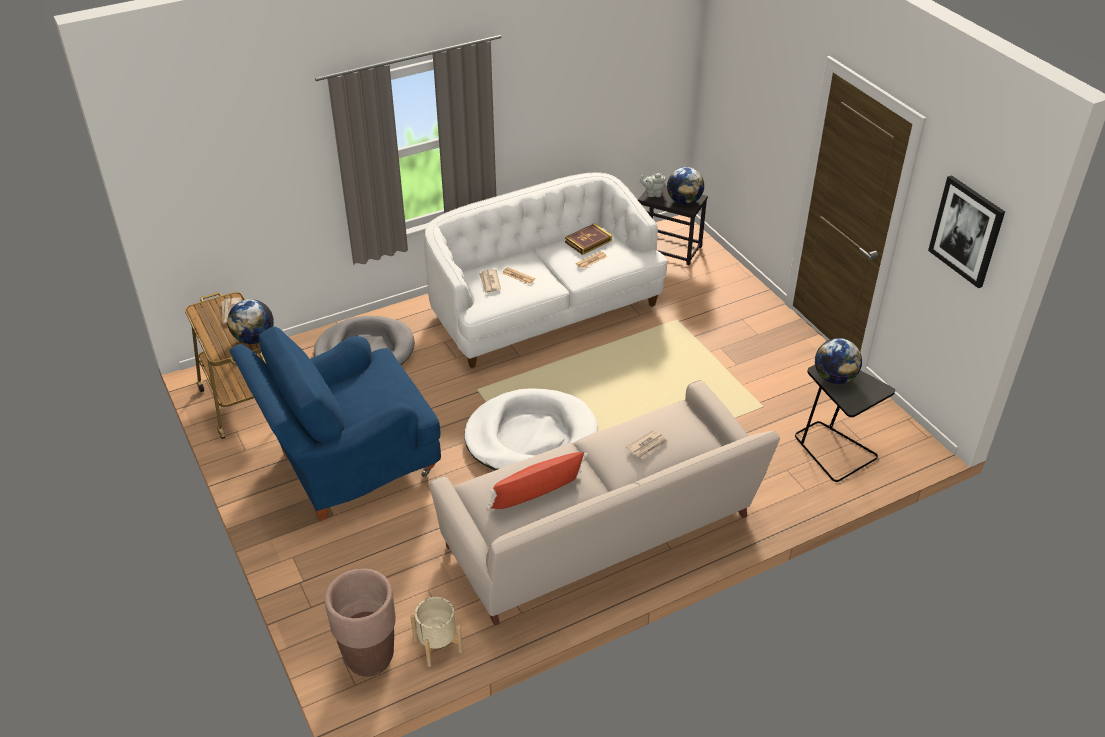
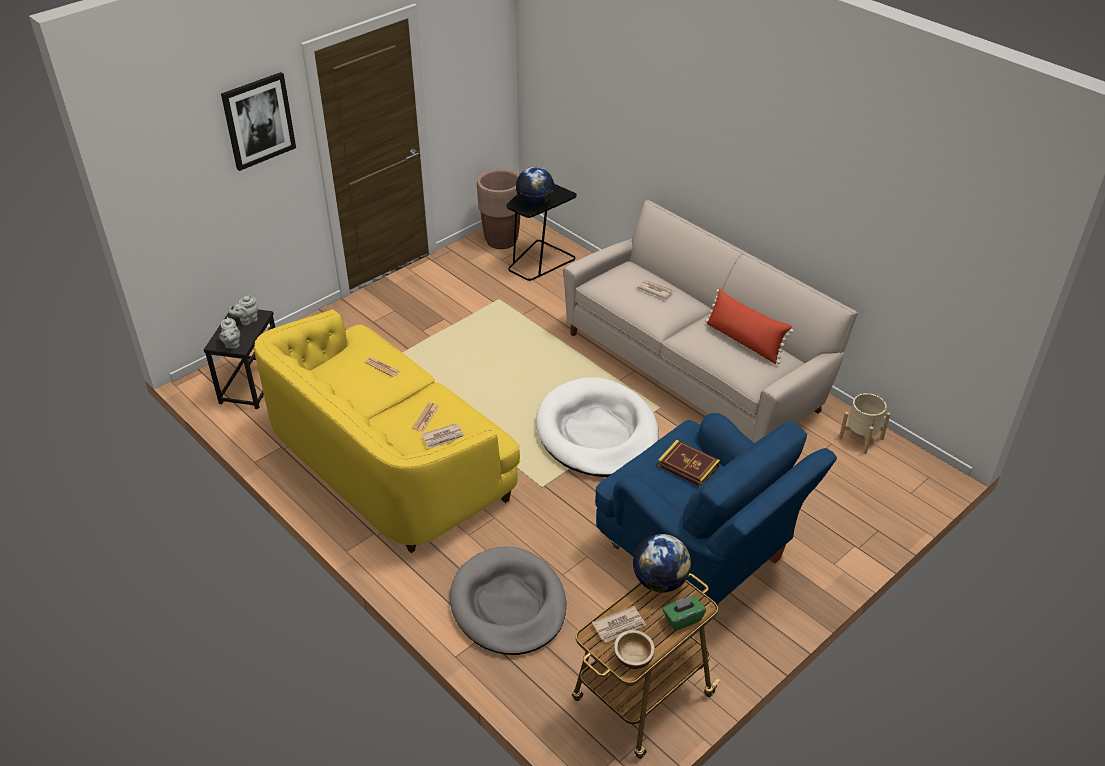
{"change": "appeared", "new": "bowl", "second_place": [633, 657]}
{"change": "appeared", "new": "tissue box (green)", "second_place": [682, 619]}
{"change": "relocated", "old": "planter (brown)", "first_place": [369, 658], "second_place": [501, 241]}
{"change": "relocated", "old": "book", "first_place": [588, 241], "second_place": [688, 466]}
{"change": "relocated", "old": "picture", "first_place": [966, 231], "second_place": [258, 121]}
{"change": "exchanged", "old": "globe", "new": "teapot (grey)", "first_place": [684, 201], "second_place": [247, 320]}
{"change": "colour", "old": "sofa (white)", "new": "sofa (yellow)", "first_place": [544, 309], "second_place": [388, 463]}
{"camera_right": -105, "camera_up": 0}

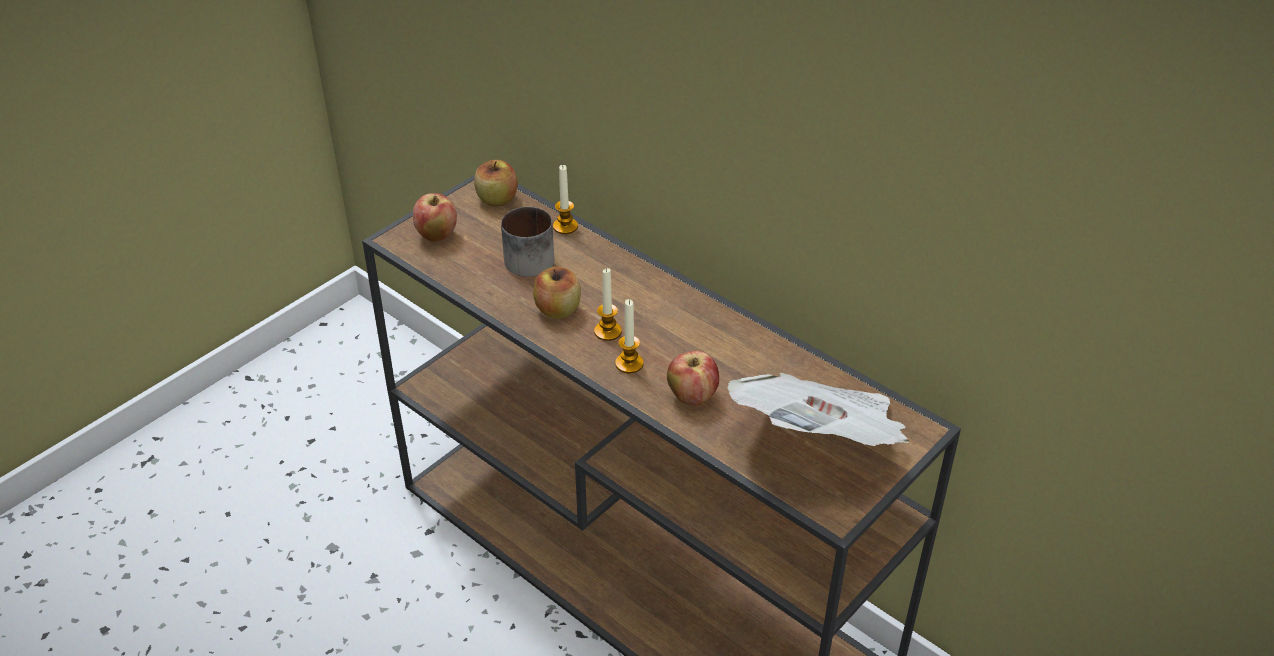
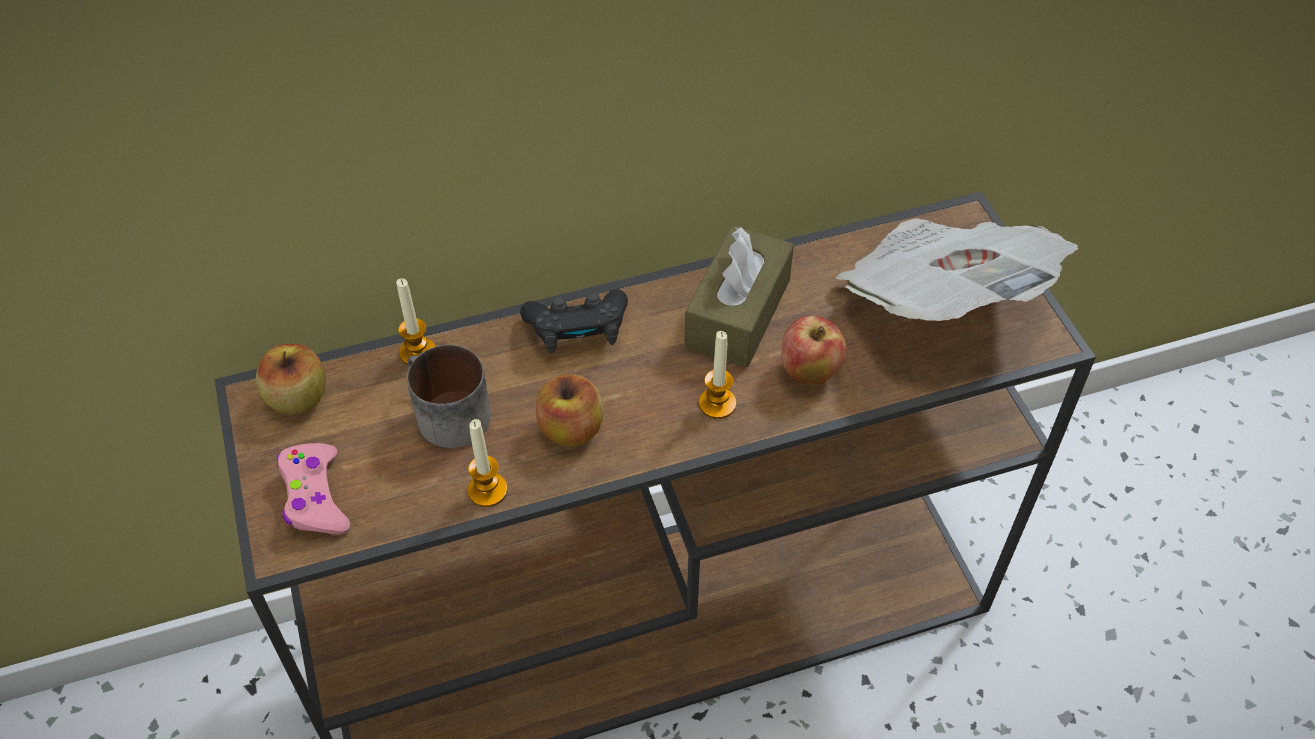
{"change": "appeared", "new": "game controller (black)", "second_place": [578, 331]}
{"change": "appeared", "new": "tissue box (brown)", "second_place": [738, 313]}
{"change": "relocated", "old": "candle", "first_place": [607, 331], "second_place": [487, 490]}
{"change": "exchanged", "old": "apple", "new": "game controller (pink)", "first_place": [436, 235], "second_place": [315, 497]}
{"camera_right": -60, "camera_up": 10}

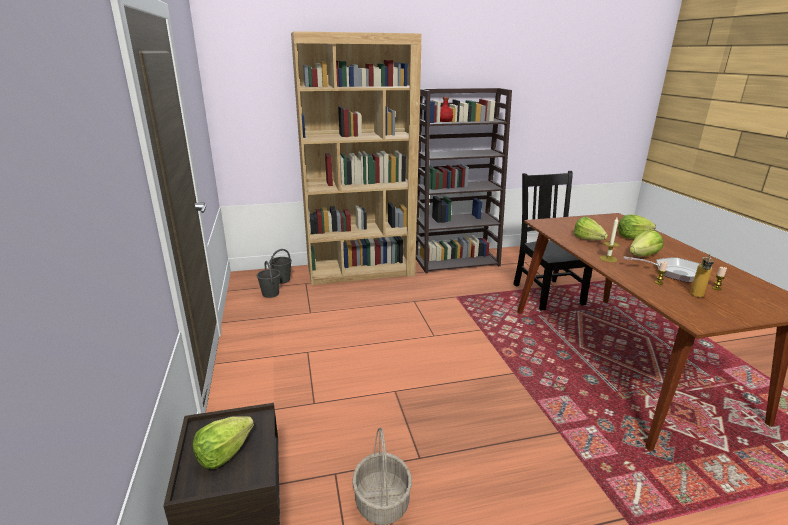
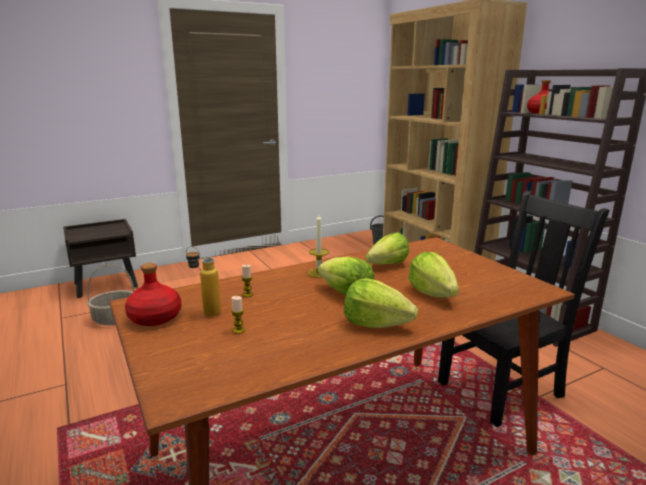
{"change": "missing", "old": "bucket (grey)", "first_place": [270, 293]}
{"change": "missing", "old": "frying pan", "first_place": [675, 273]}
{"change": "appeared", "new": "bottle (red)", "second_place": [155, 317]}
{"change": "relocated", "old": "lettuce", "first_place": [224, 453], "second_place": [375, 324]}
{"camera_right": 75, "camera_up": -5}

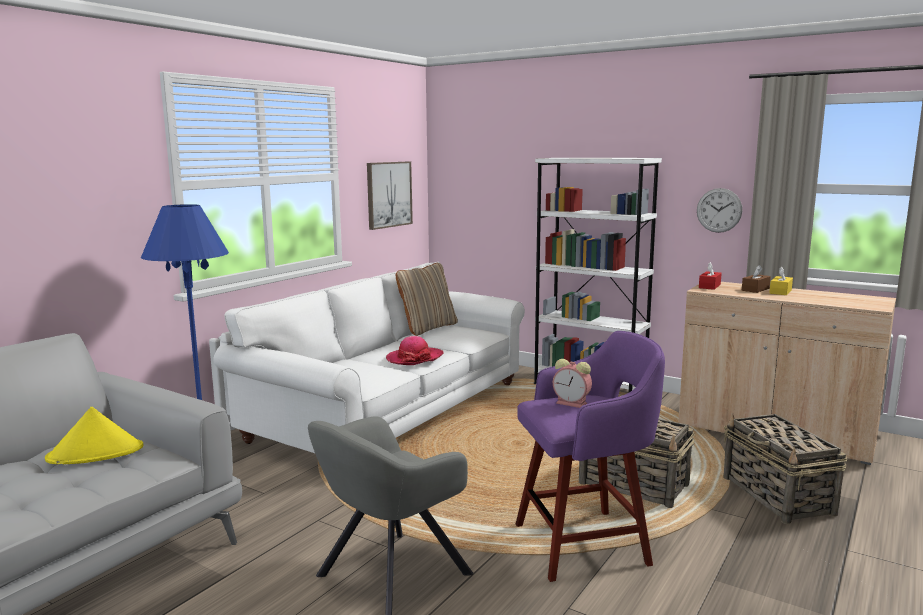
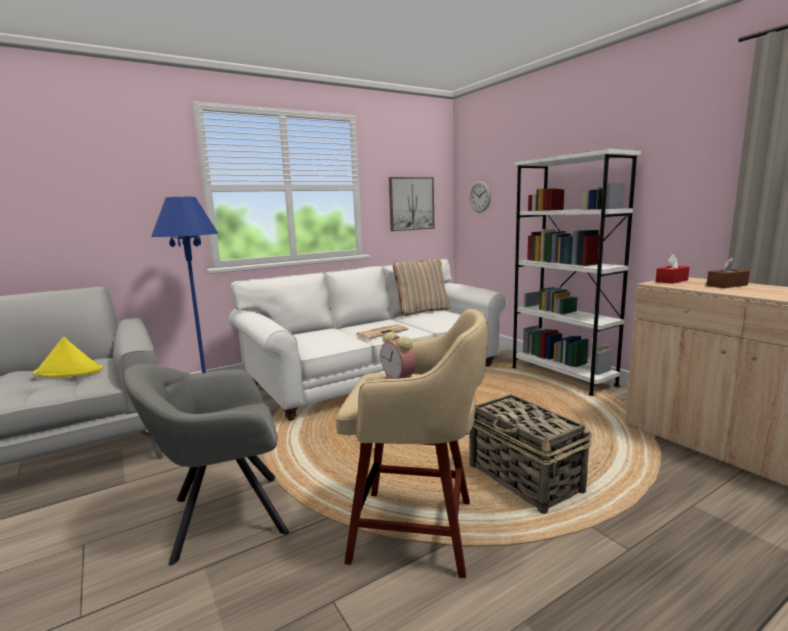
{"change": "missing", "old": "basket", "first_place": [778, 496]}
{"change": "missing", "old": "tissue box (yellow)", "first_place": [780, 292]}
{"change": "relocated", "old": "wall clock", "first_place": [719, 210], "second_place": [480, 196]}
{"change": "exchanged", "old": "hat", "new": "newspaper", "first_place": [414, 358], "second_place": [382, 332]}
{"change": "colour", "old": "stool (purple)", "new": "stool (beige)", "first_place": [585, 544], "second_place": [418, 531]}
{"camera_right": 25, "camera_up": 0}

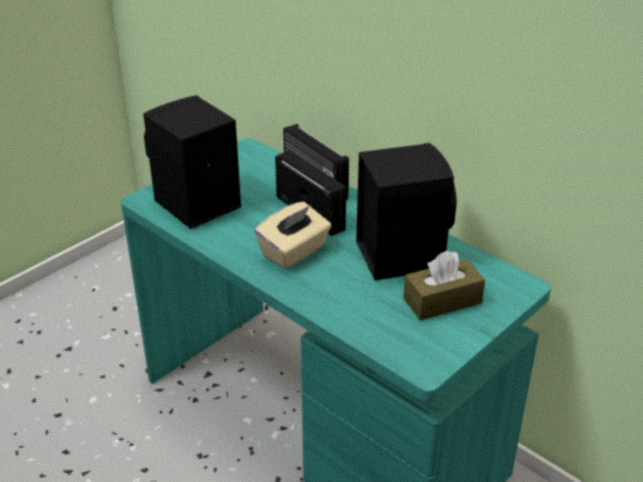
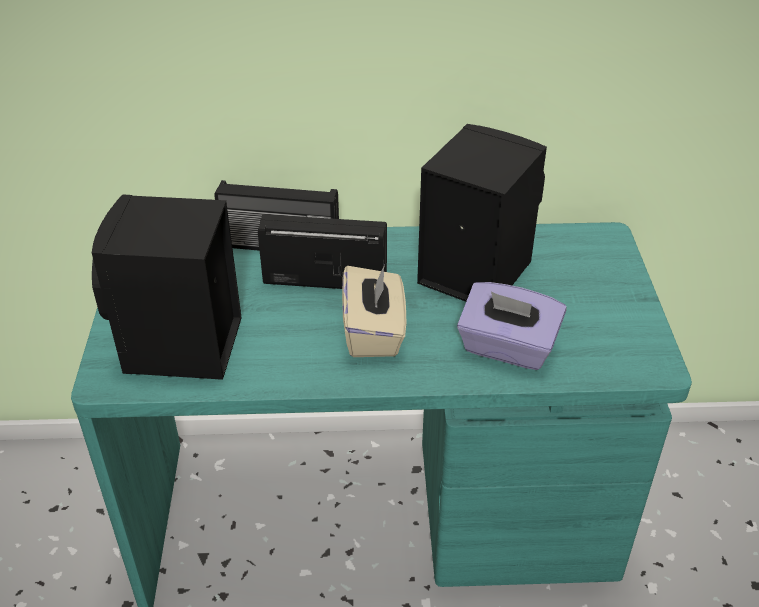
{"change": "missing", "old": "tissue box (brown)", "first_place": [442, 301]}
{"change": "appeared", "new": "tissue box (purple)", "second_place": [507, 348]}
{"camera_right": -45, "camera_up": 5}

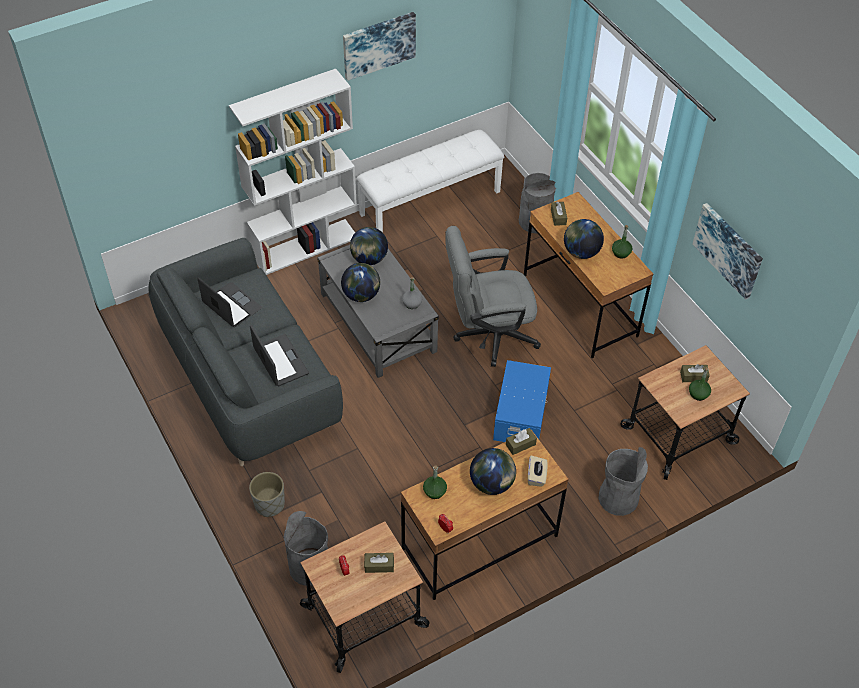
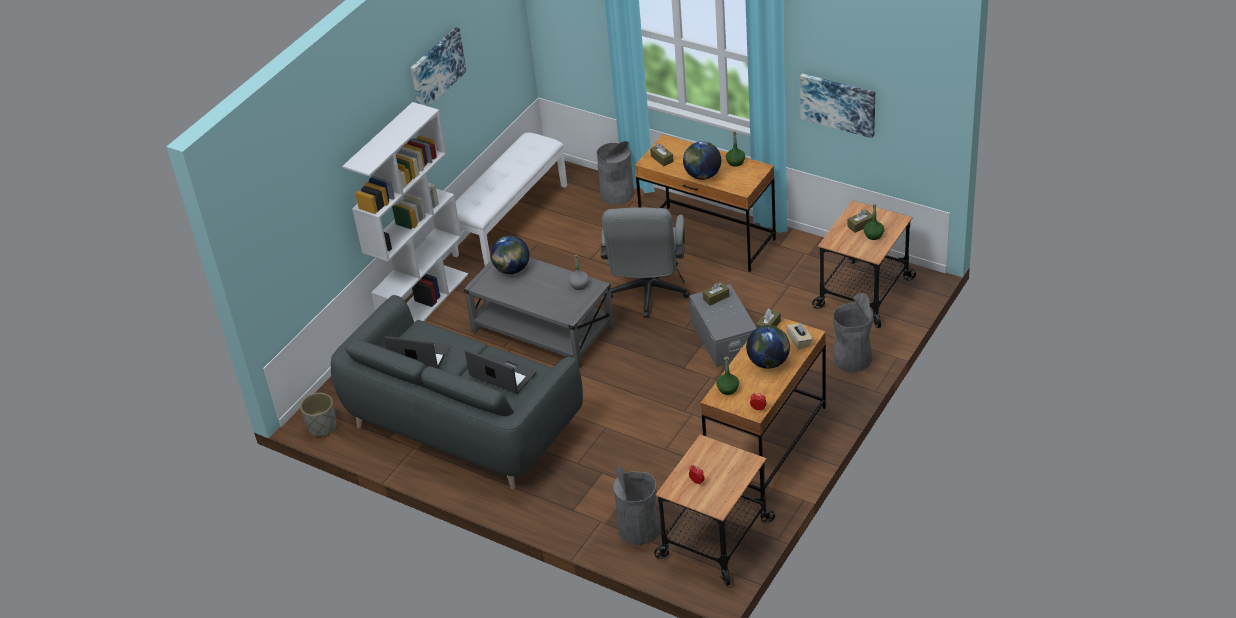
{"change": "missing", "old": "globe", "first_place": [361, 295]}
{"change": "relocated", "old": "planter (grey)", "first_place": [269, 504], "second_place": [322, 427]}
{"change": "relocated", "old": "tissue box (brown)", "first_place": [379, 565], "second_place": [716, 297]}
{"change": "colour", "old": "storage box (blue)", "new": "storage box (grey)", "first_place": [522, 413], "second_place": [725, 337]}
{"change": "spun", "old": "office chair (grey)", "first_place": [488, 335], "second_place": [648, 295], "degrees": -45}
{"camera_right": -25, "camera_up": -10}

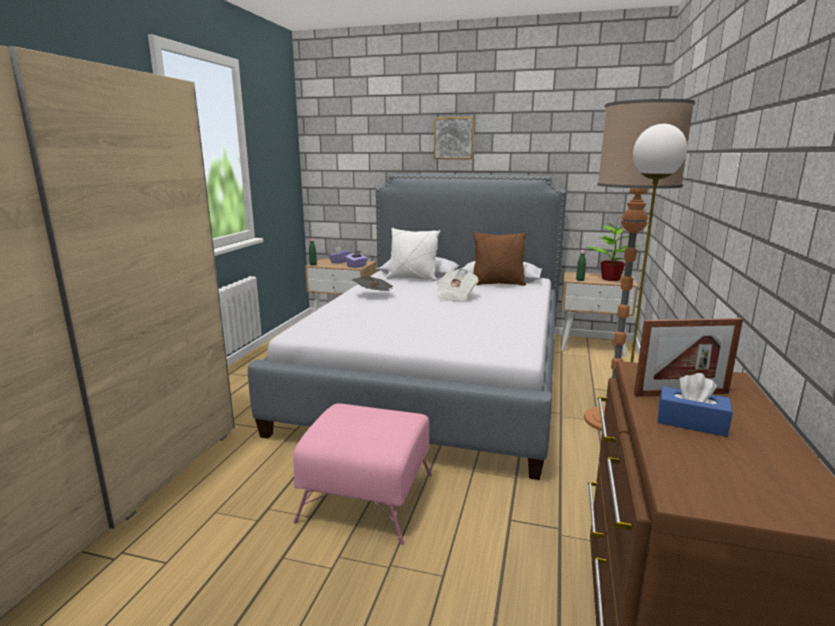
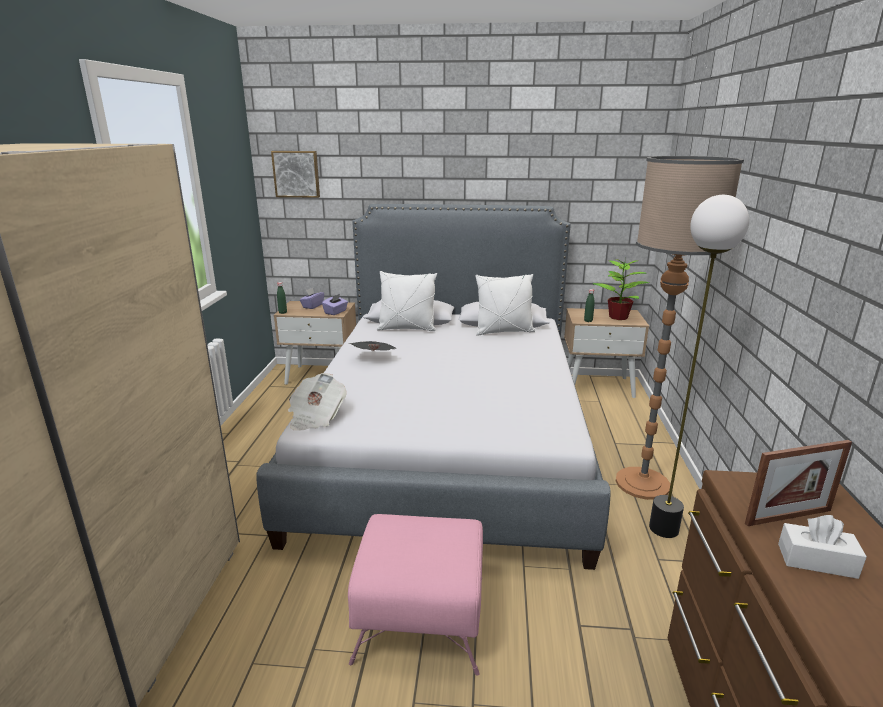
{"change": "relocated", "old": "picture", "first_place": [454, 138], "second_place": [296, 174]}
{"change": "relocated", "old": "newspaper", "first_place": [455, 296], "second_place": [316, 417]}
{"change": "colour", "old": "pillow (brown)", "new": "pillow (white)", "first_place": [497, 284], "second_place": [504, 332]}
{"change": "colour", "old": "tissue box (blue)", "new": "tissue box (white)", "first_place": [691, 422], "second_place": [816, 561]}
{"camera_right": -10, "camera_up": 5}

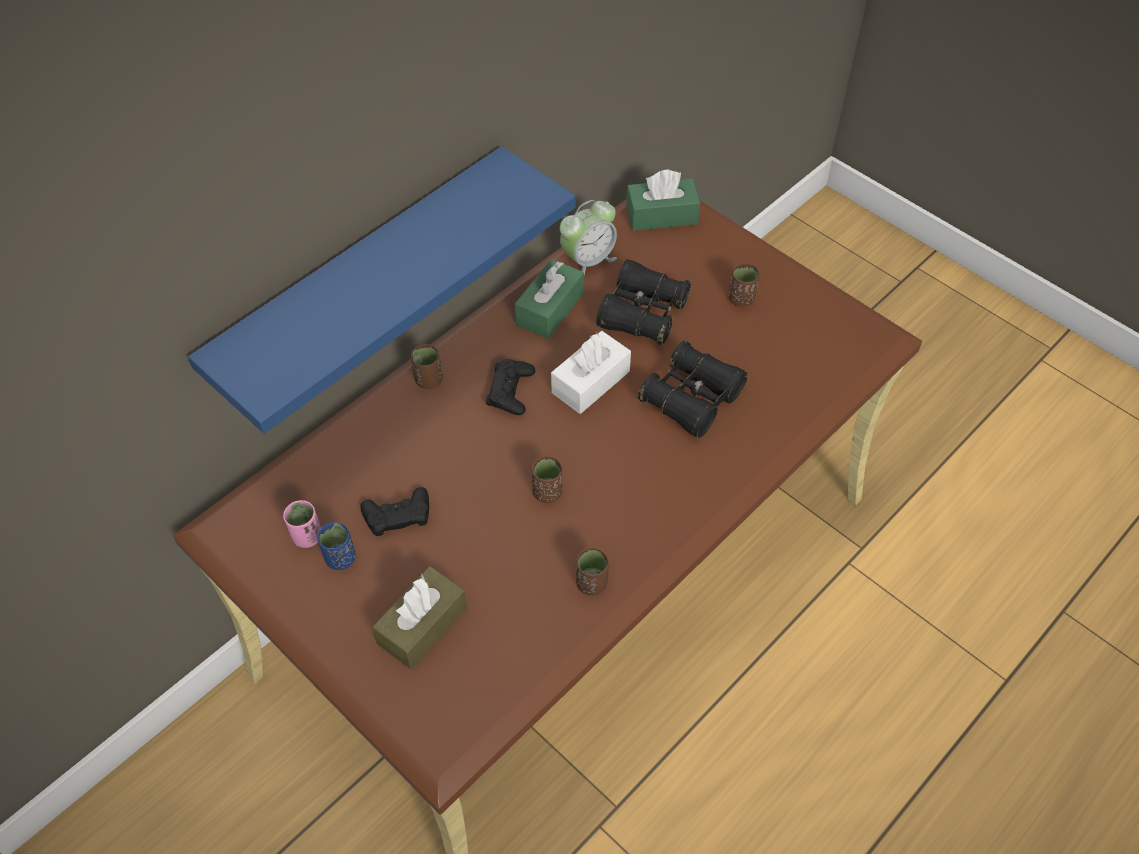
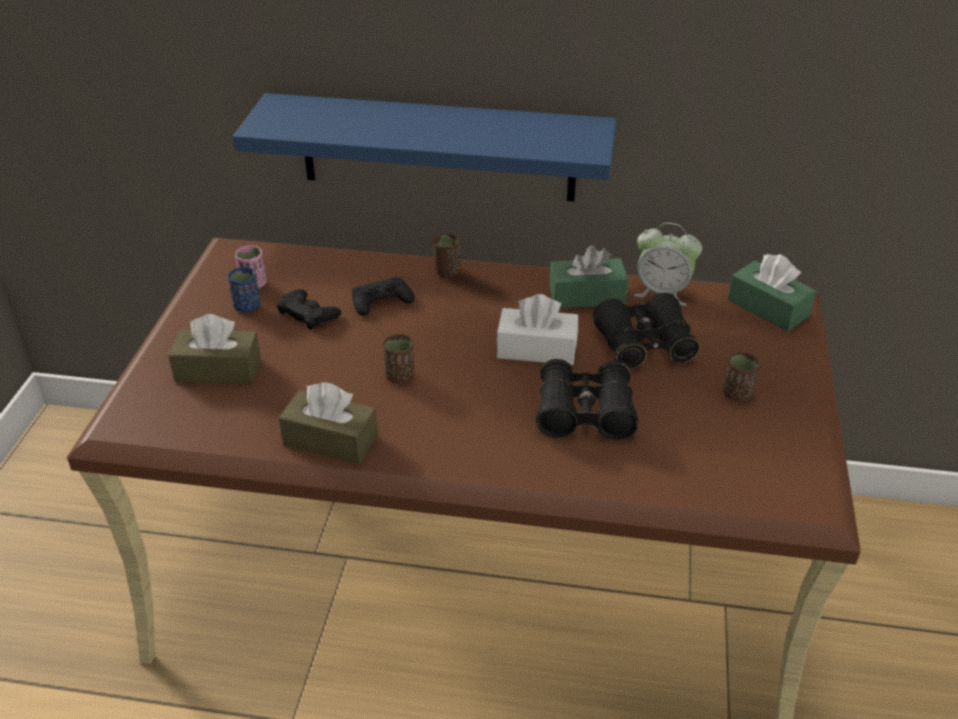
{"change": "relocated", "old": "game controller (black)", "first_place": [510, 391], "second_place": [381, 301]}
{"change": "exchanged", "old": "cup (brown)", "new": "tissue box (brown)", "first_place": [591, 583], "second_place": [330, 440]}
{"camera_right": 55, "camera_up": -15}

